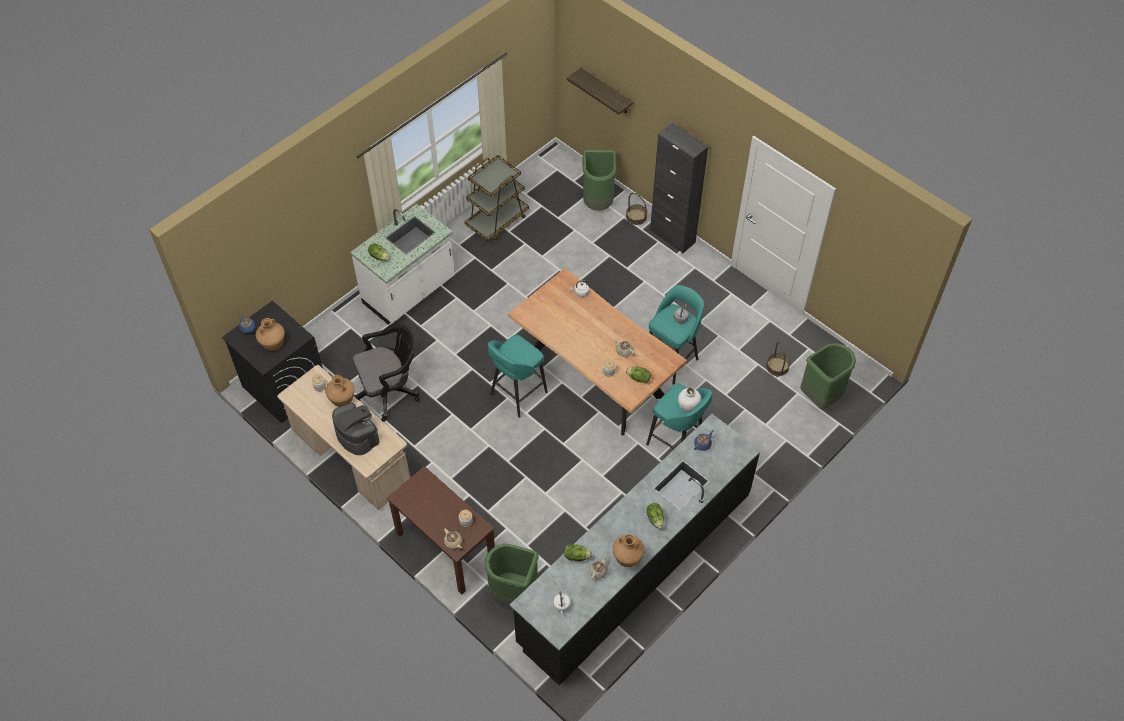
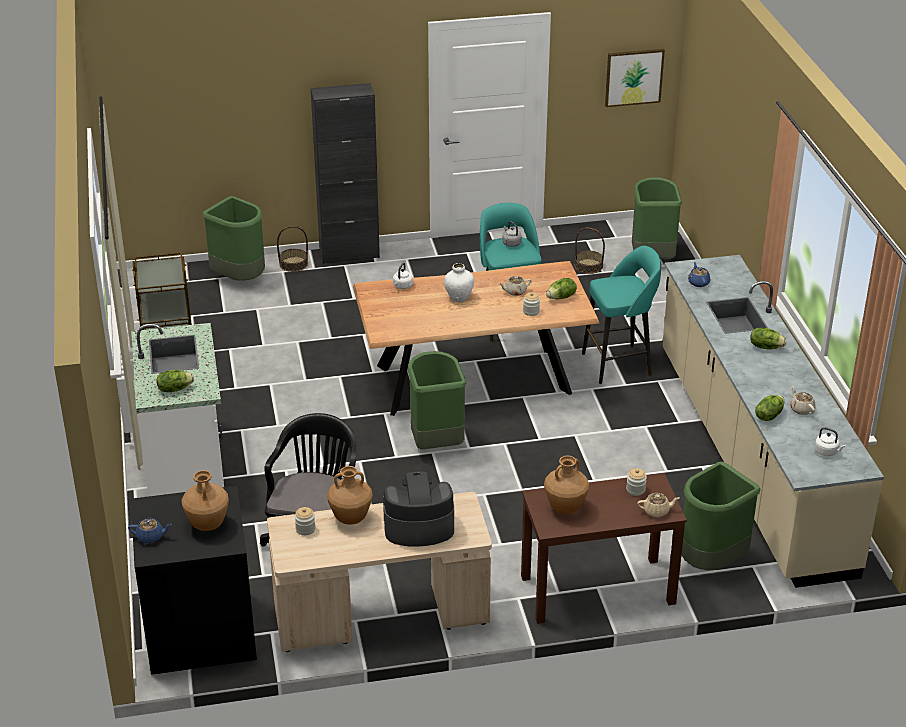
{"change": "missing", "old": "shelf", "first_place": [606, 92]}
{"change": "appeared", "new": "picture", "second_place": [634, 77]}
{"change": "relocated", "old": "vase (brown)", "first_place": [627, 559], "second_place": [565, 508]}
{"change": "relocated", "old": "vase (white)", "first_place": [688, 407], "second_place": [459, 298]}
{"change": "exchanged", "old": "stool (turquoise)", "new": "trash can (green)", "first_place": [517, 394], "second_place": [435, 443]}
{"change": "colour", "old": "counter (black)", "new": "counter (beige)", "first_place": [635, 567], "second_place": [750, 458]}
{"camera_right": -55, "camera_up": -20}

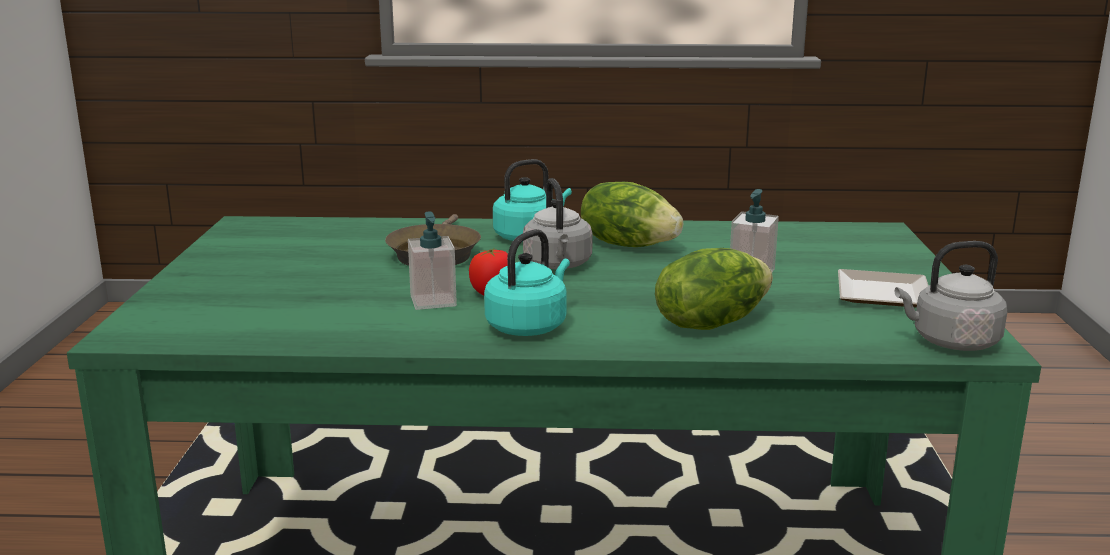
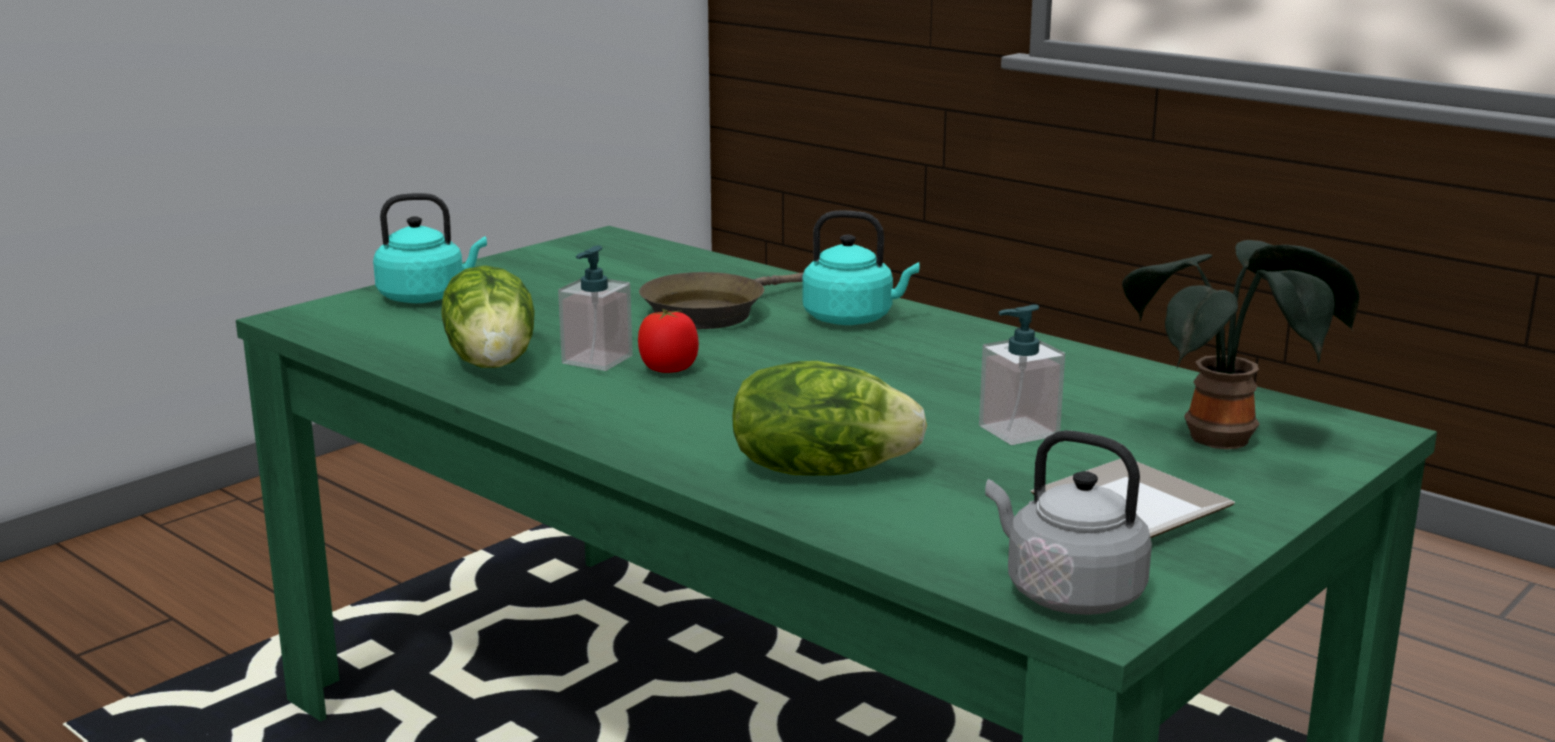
{"change": "missing", "old": "kettle (grey)", "first_place": [558, 265]}
{"change": "appeared", "new": "potted plant", "second_place": [1227, 440]}
{"change": "relocated", "old": "kettle (turquoise)", "first_place": [529, 326], "second_place": [426, 297]}
{"change": "relocated", "old": "lettuce", "first_place": [628, 244], "second_place": [494, 362]}
{"camera_right": 40, "camera_up": 0}

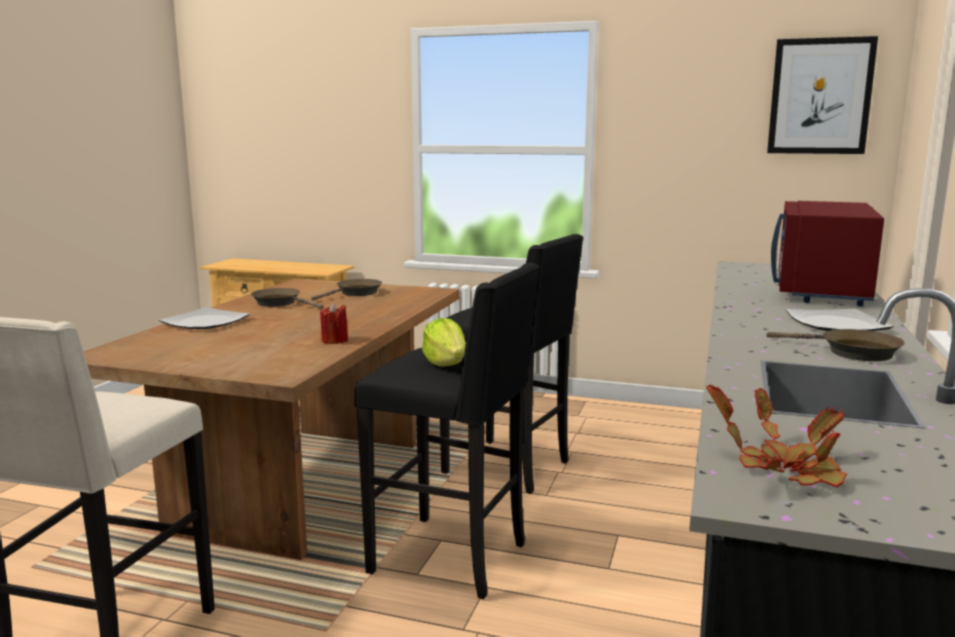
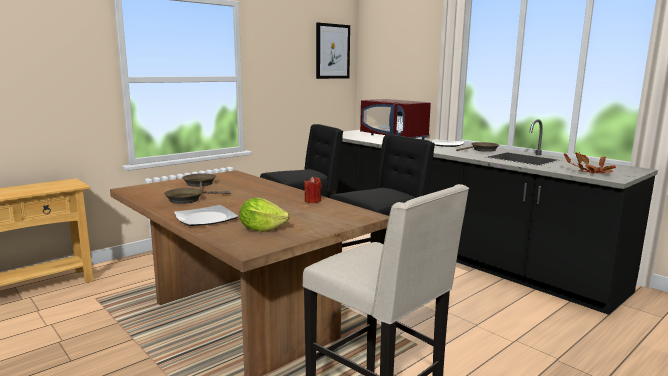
{"change": "relocated", "old": "lettuce", "first_place": [446, 364], "second_place": [262, 229]}
{"camera_right": -60, "camera_up": 0}

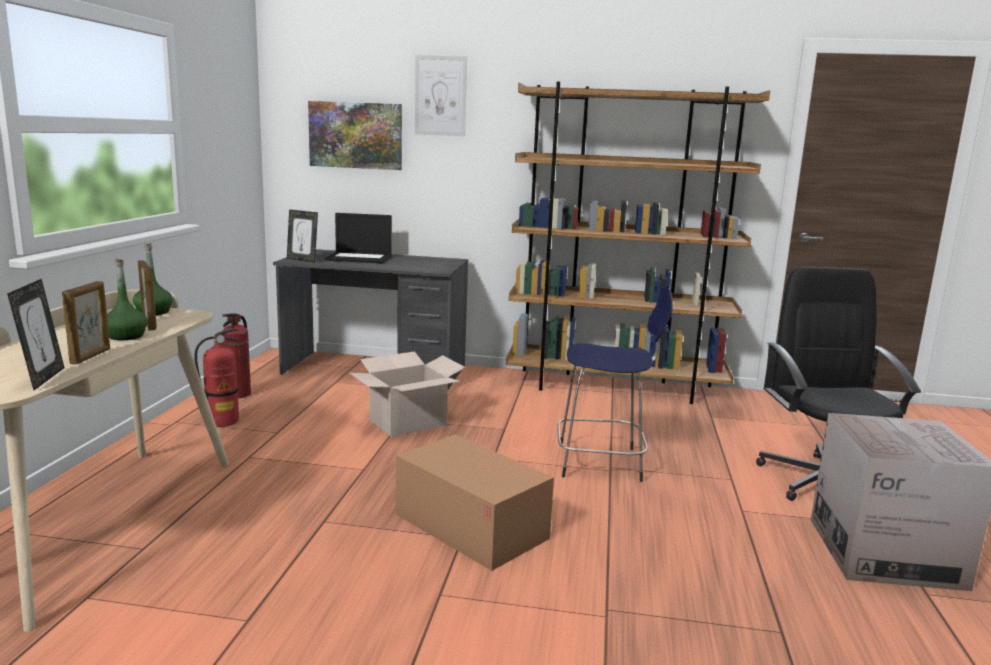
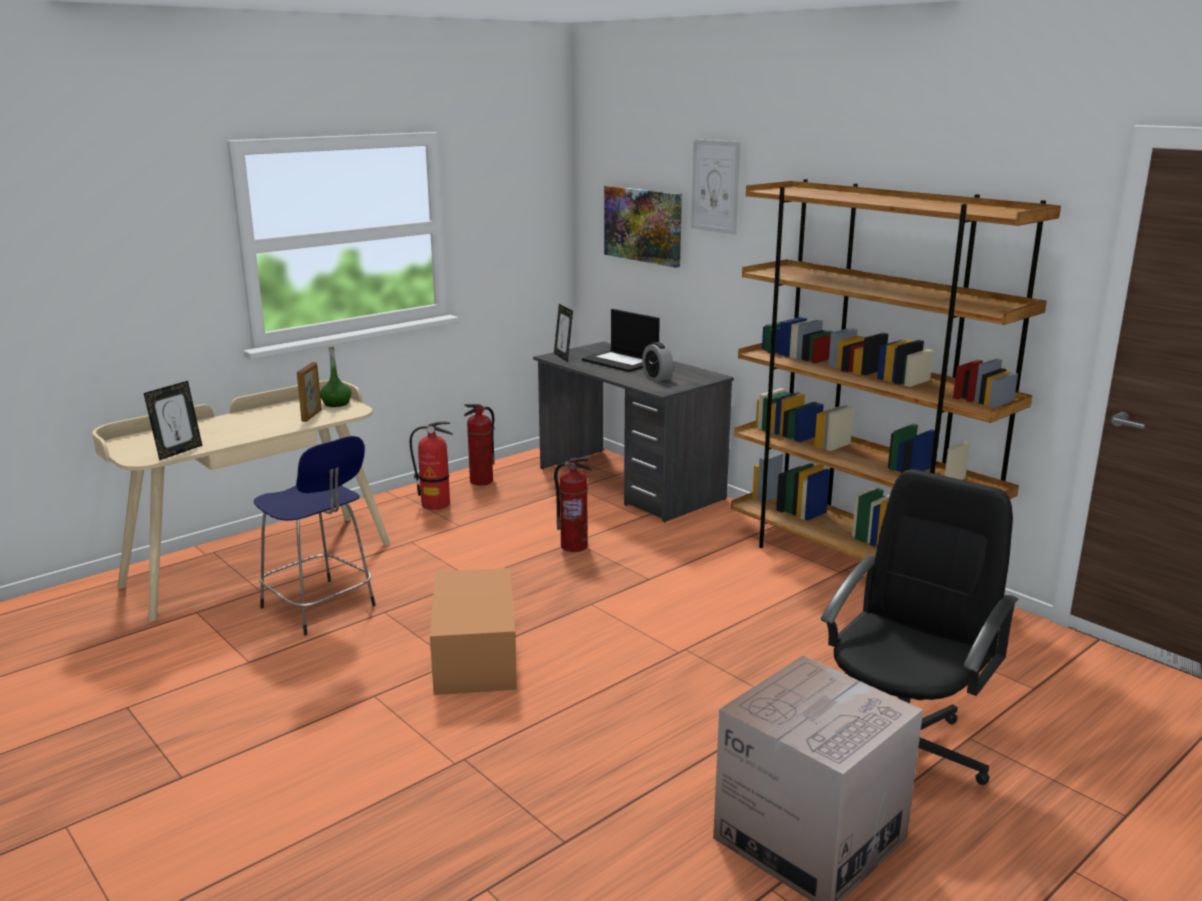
{"change": "missing", "old": "picture frame", "first_place": [91, 356]}
{"change": "missing", "old": "bottle (green)", "first_place": [126, 336]}
{"change": "appeared", "new": "alarm clock", "second_place": [657, 377]}
{"change": "relocated", "old": "stool (blue)", "first_place": [603, 463], "second_place": [320, 608]}
{"change": "exchanged", "old": "cardboard box", "new": "fire extinguisher", "first_place": [408, 422], "second_place": [574, 546]}
{"camera_right": 40, "camera_up": 5}

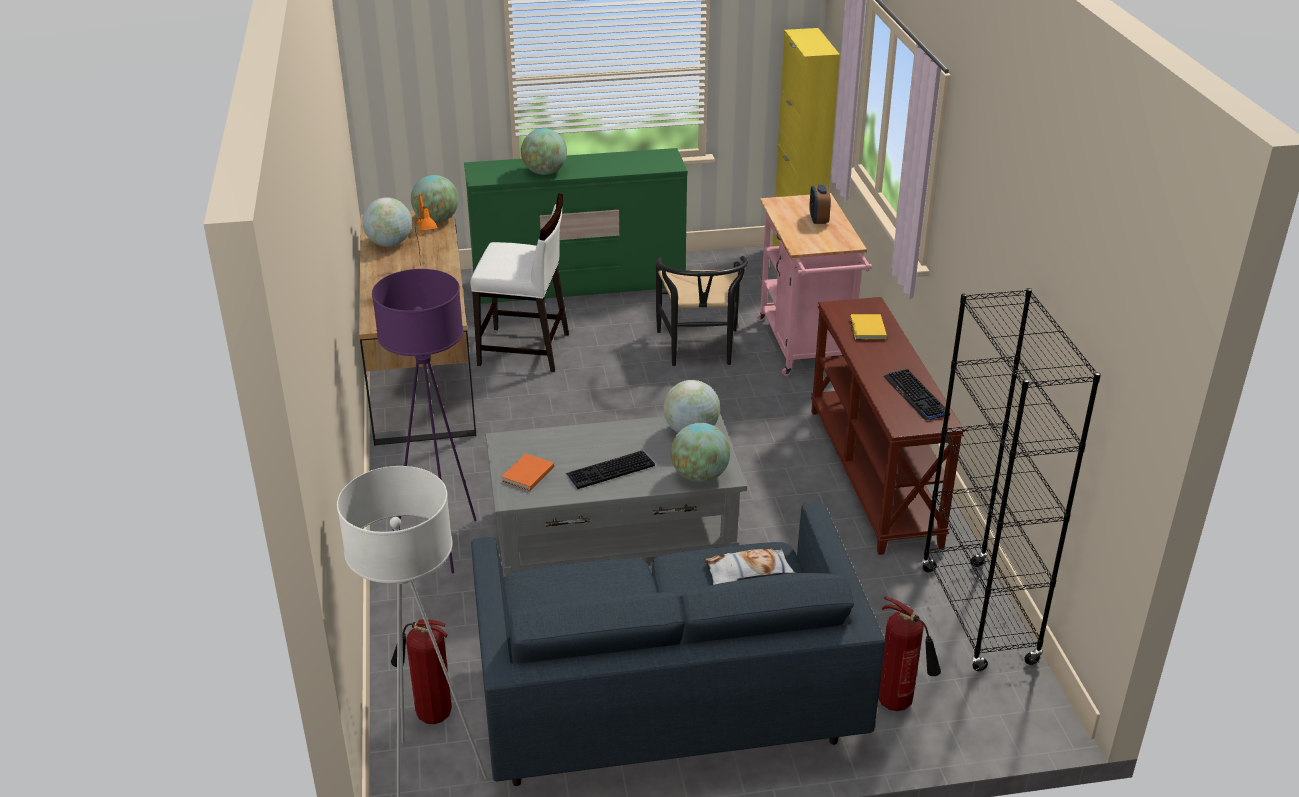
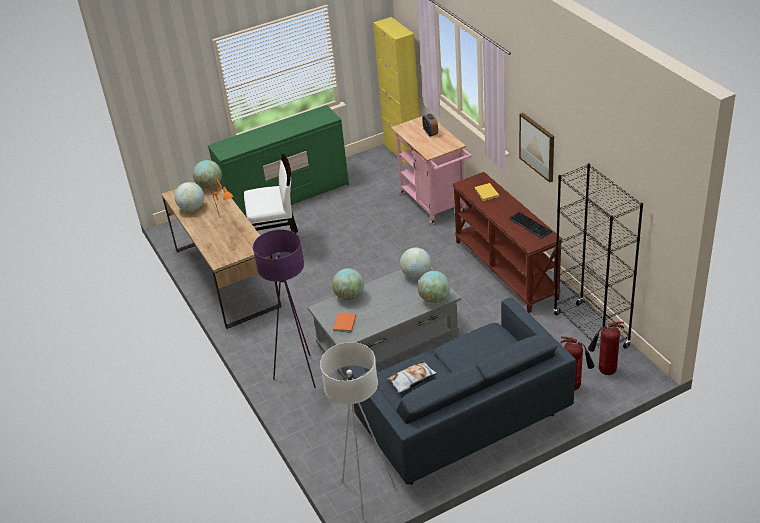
{"change": "missing", "old": "keyboard", "first_place": [610, 470]}
{"change": "missing", "old": "chair (black)", "first_place": [699, 351]}
{"change": "appeared", "new": "picture", "second_place": [537, 146]}
{"change": "relocated", "old": "fire extinguisher", "first_place": [429, 714], "second_place": [605, 371]}
{"change": "relocated", "old": "globe", "first_place": [544, 172], "second_place": [349, 296]}
{"change": "relocated", "old": "pillow", "first_place": [748, 573], "second_place": [412, 379]}
{"camera_right": -15, "camera_up": 5}

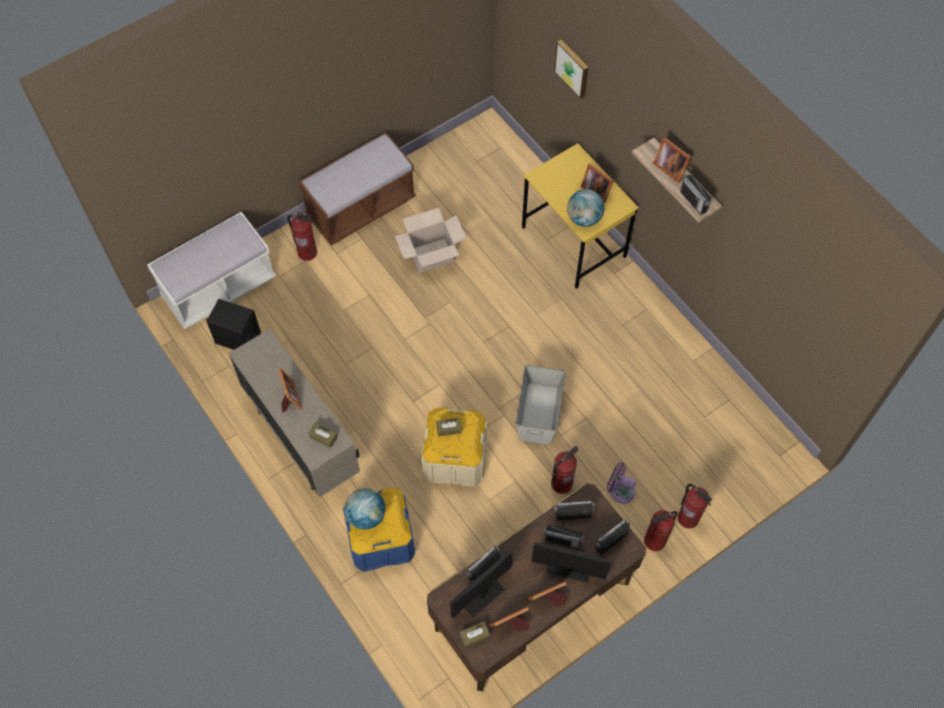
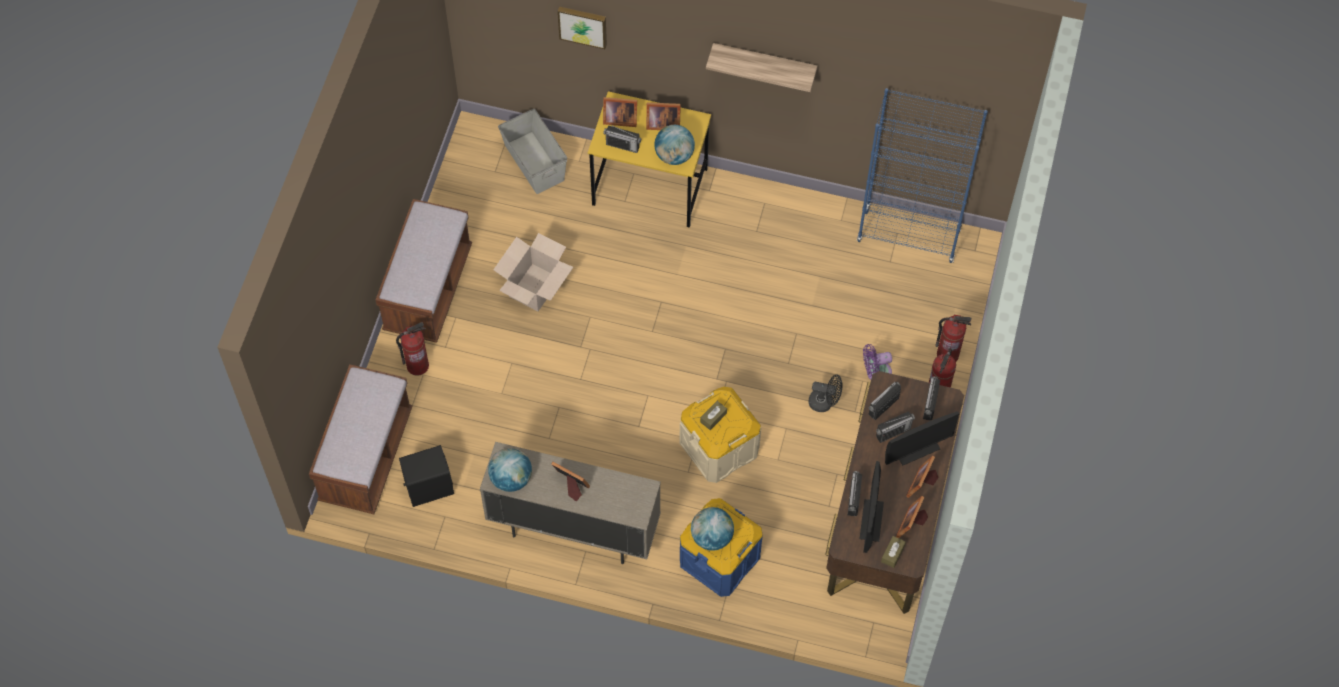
{"change": "missing", "old": "tissue box (brown)", "first_place": [323, 437]}
{"change": "appeared", "new": "globe", "second_place": [511, 478]}
{"change": "appeared", "new": "bookcase (blue)", "second_place": [908, 236]}
{"change": "relocated", "old": "storage box (grey)", "first_place": [539, 412], "second_place": [534, 162]}
{"change": "relocated", "old": "picture frame", "first_place": [670, 168], "second_place": [619, 118]}
{"change": "relocated", "old": "radio", "first_place": [693, 201], "second_place": [622, 145]}
{"change": "exchanged", "old": "fire extinguisher", "new": "fan (black)", "first_place": [561, 484], "second_place": [824, 402]}
{"change": "colour", "old": "bench (white)", "new": "bench (brown)", "first_place": [219, 288], "second_place": [366, 456]}
{"camera_right": -40, "camera_up": 0}

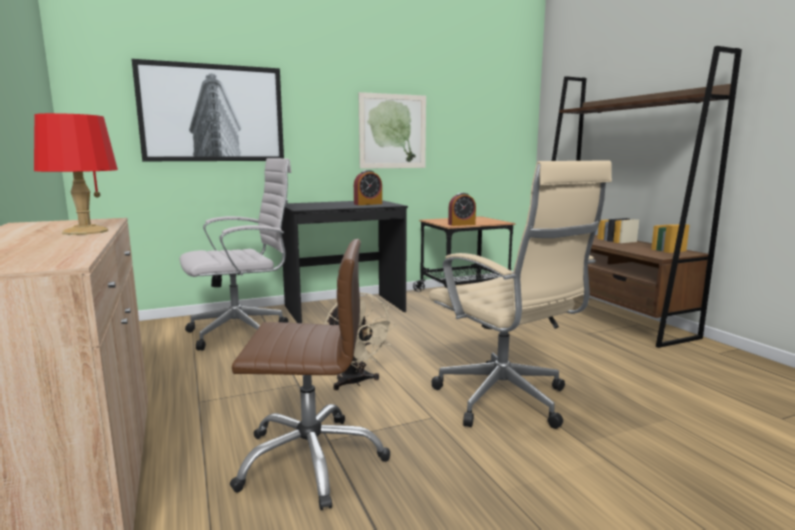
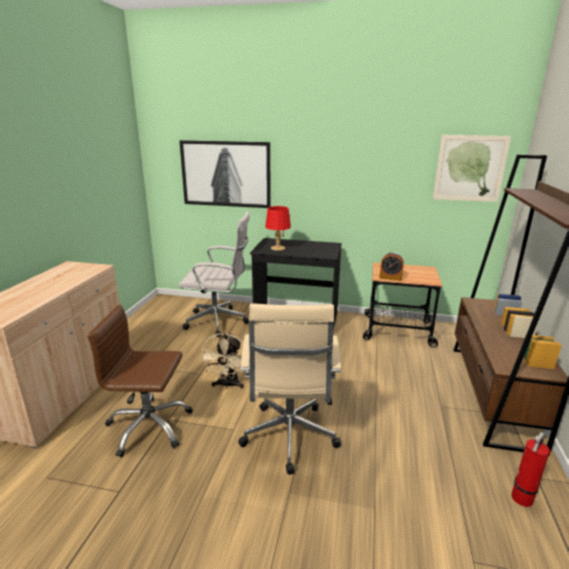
{"change": "missing", "old": "alarm clock", "first_place": [368, 204]}
{"change": "appeared", "new": "fire extinguisher", "second_place": [521, 500]}
{"change": "relocated", "old": "table lamp (red)", "first_place": [85, 231], "second_place": [277, 248]}
{"change": "relocated", "old": "picture", "first_place": [393, 131], "second_place": [470, 168]}
{"change": "spun", "old": "office chair (brown)", "first_place": [311, 459], "second_place": [149, 427], "degrees": 150}
{"camera_right": 35, "camera_up": 10}

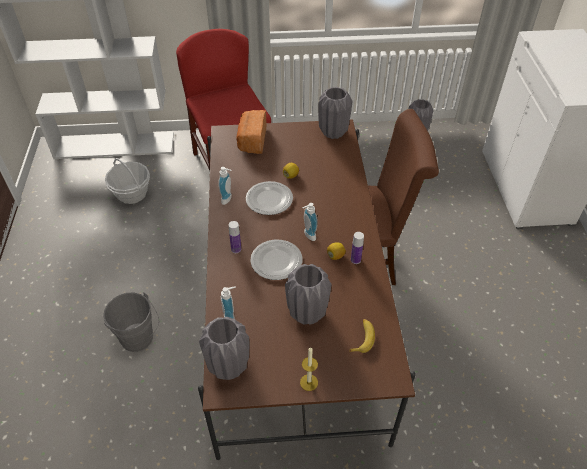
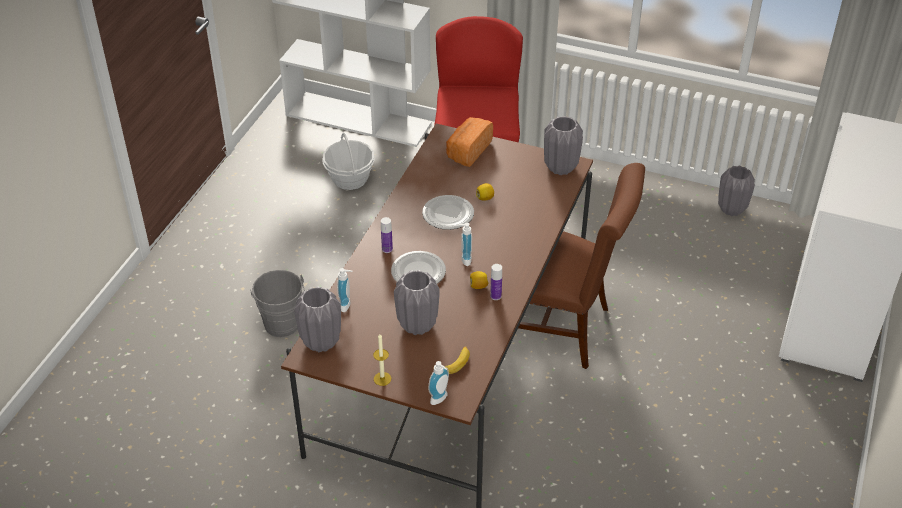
{"change": "relocated", "old": "soap dispenser", "first_place": [228, 199], "second_place": [440, 399]}
{"camera_right": 25, "camera_up": -5}

